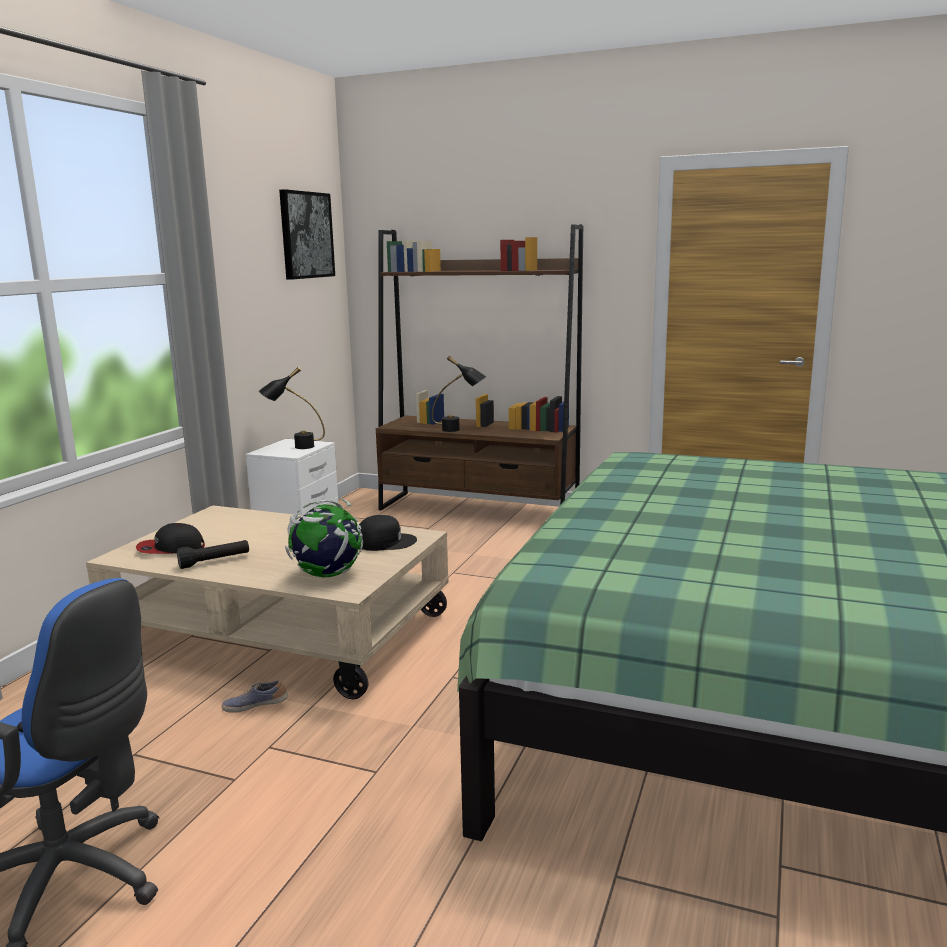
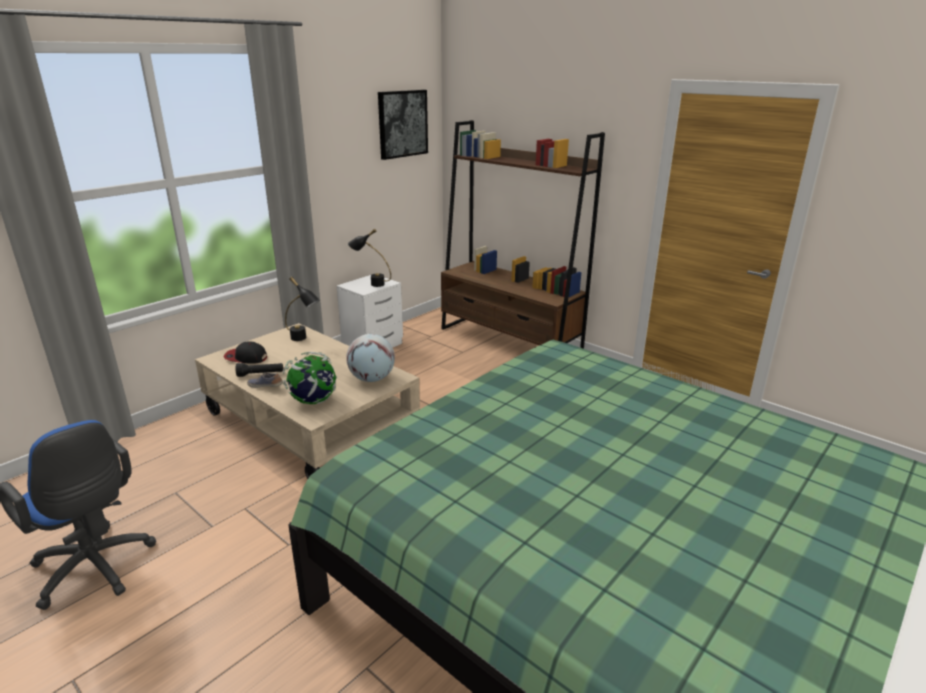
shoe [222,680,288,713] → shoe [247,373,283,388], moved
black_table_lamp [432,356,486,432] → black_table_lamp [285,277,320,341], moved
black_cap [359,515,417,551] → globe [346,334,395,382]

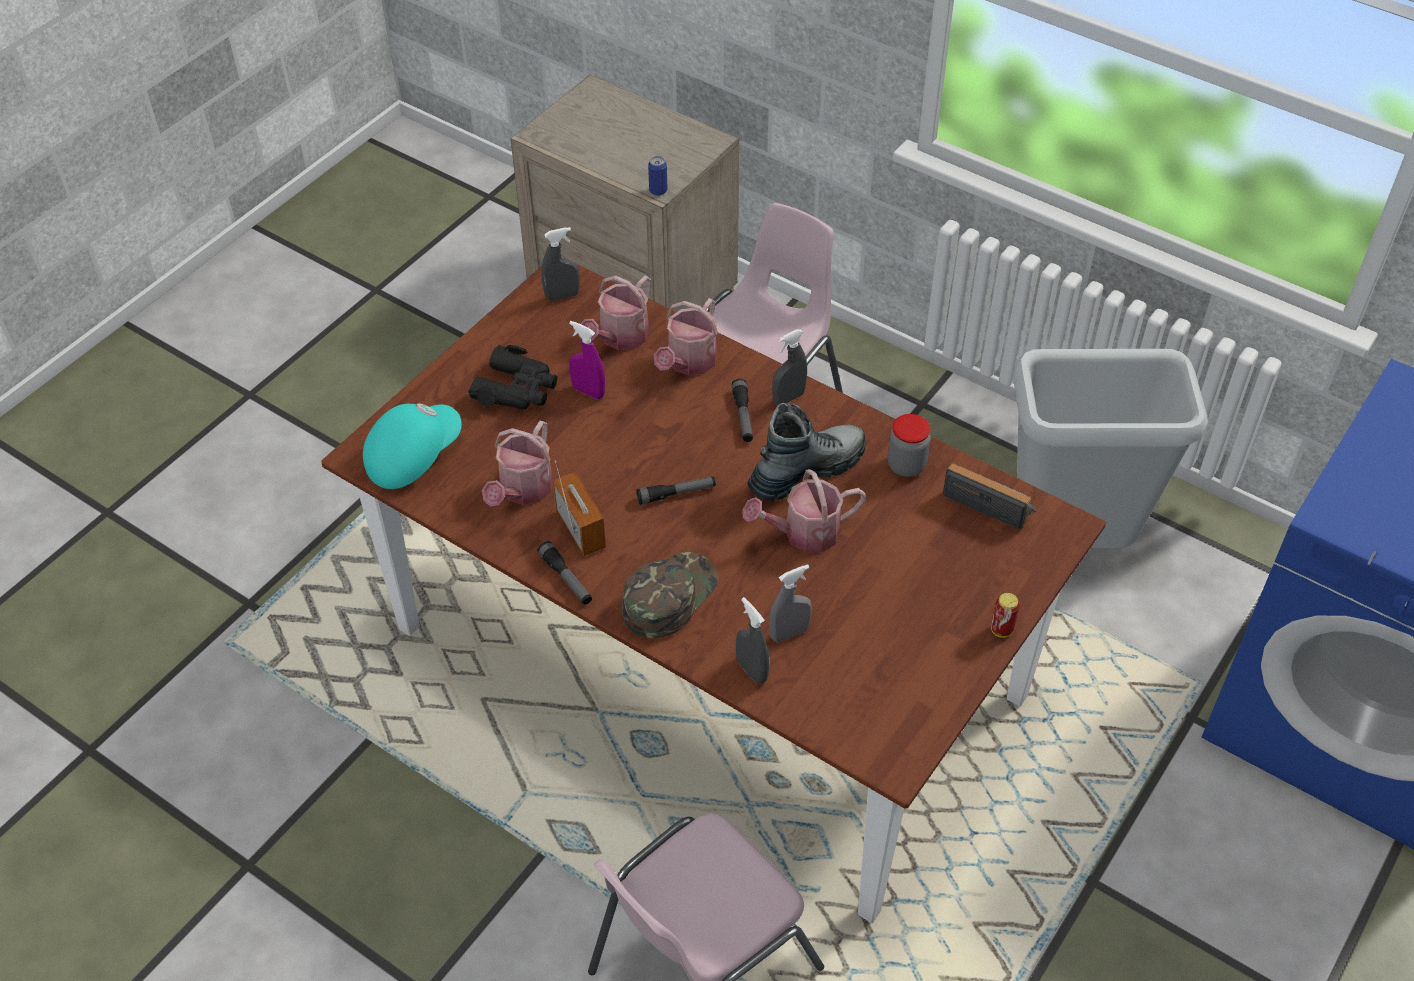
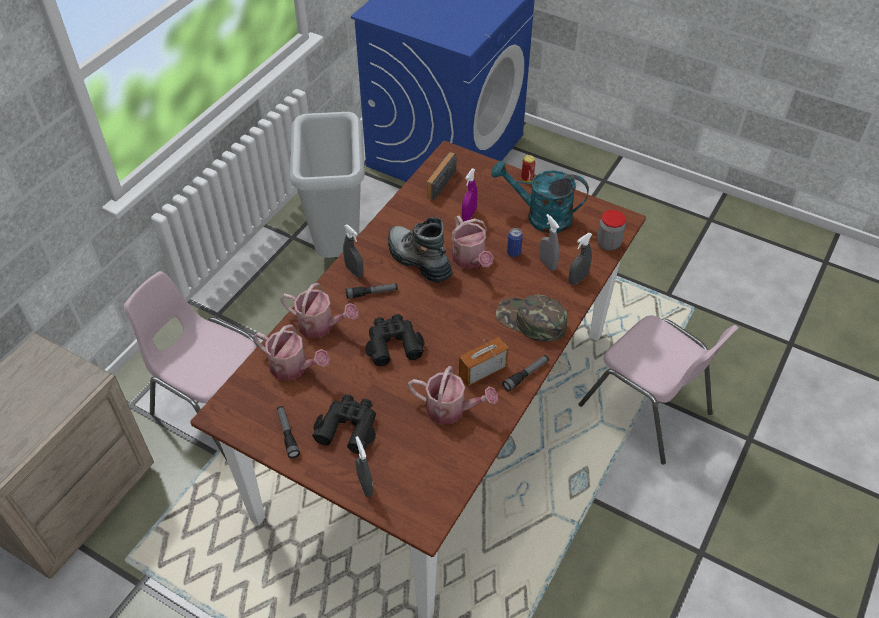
flashlight [636,476,716,505] → flashlight [277,406,300,459], moved
grey_spray_bottle [541,227,580,301] → grey_spray_bottle [355,436,374,497], moved
- → black_binoculars [365,314,425,366]
purple_spray_bottle [569,321,605,399] → purple_spray_bottle [462,168,477,221], moved
- → turquoise_watering_can [491,160,589,233]
can [648,156,668,196] → can [507,228,523,257], moved
jar [888,414,931,477] → jar [597,210,626,250], moved
turquoise_cap [363,403,462,489] → -

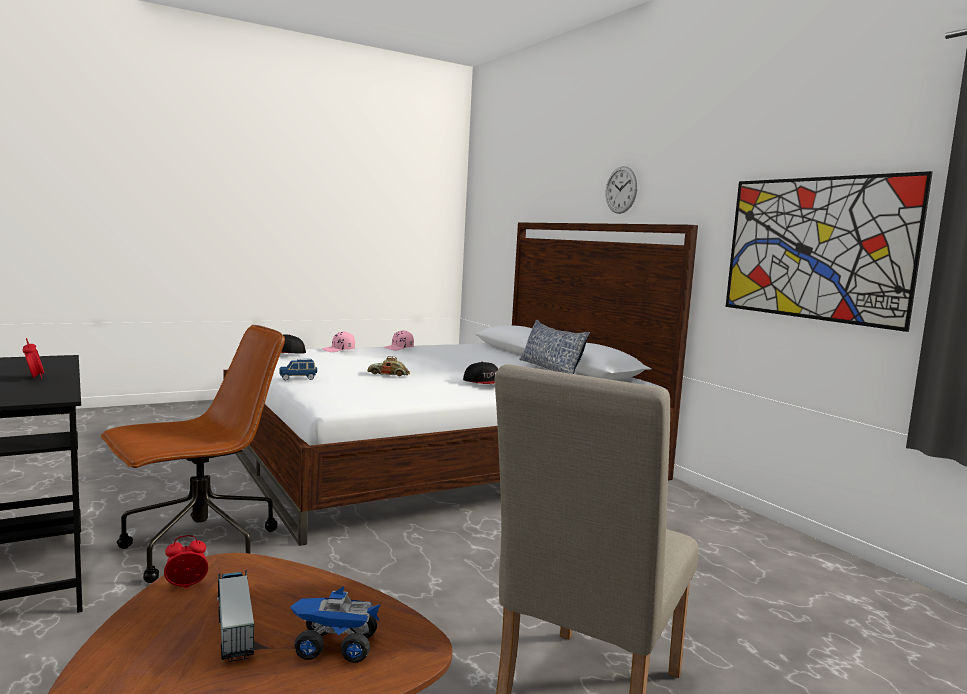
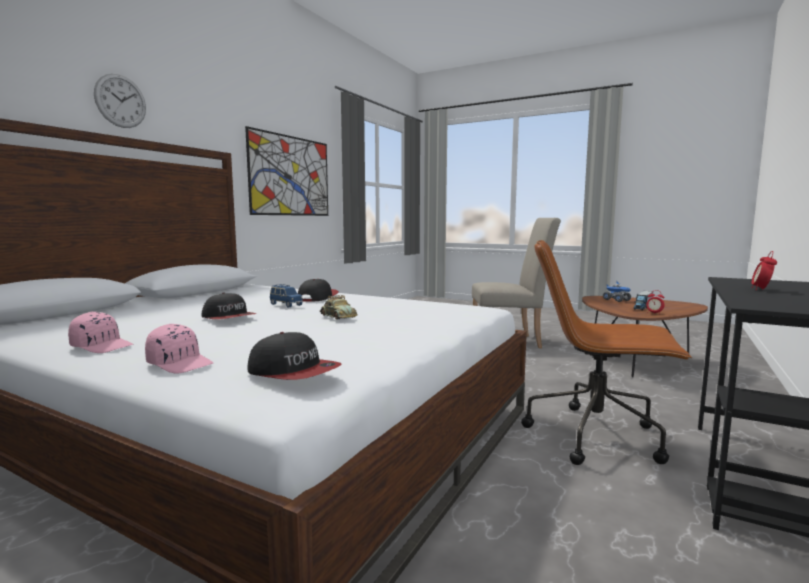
- → cap [201,292,256,319]
blue_toy_car [279,359,317,380] → blue_toy_car [270,284,303,308], moved
pillow [519,320,590,374] → -

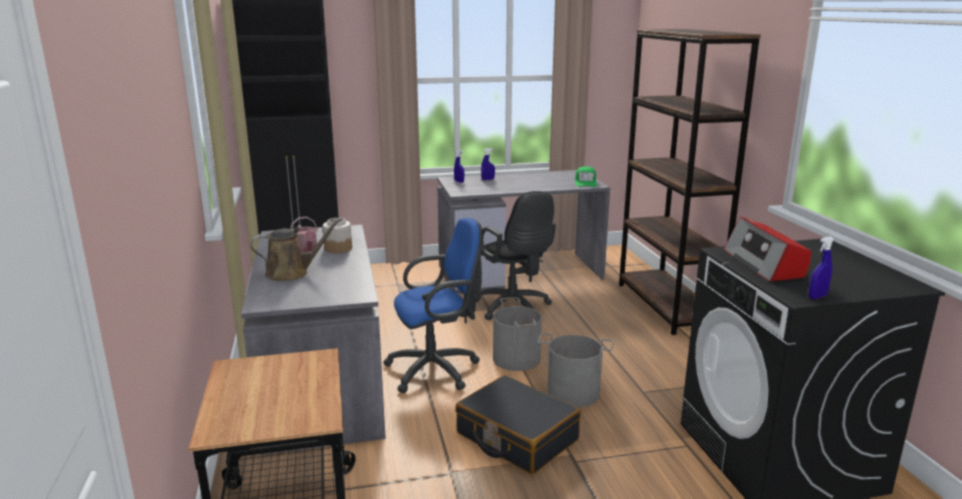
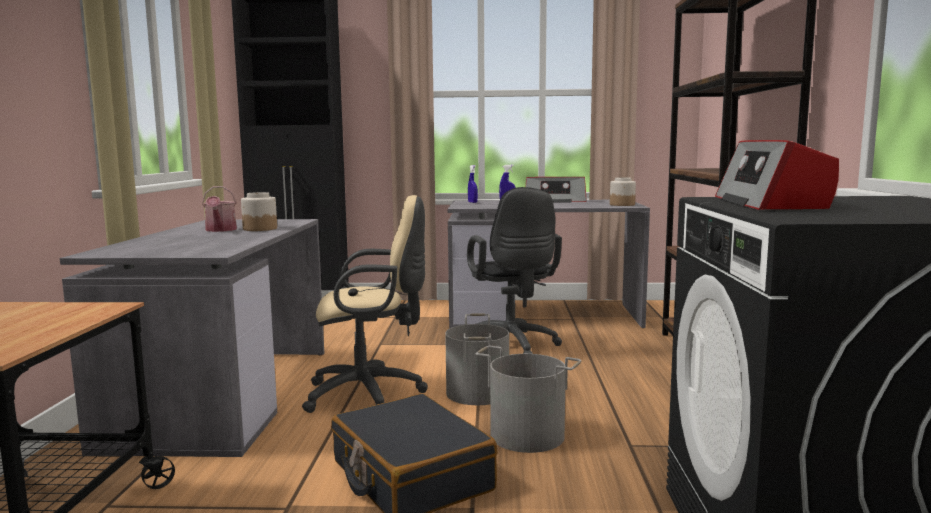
blue_office_chair [383,218,482,393] → beige_office_chair [302,195,428,413]
- → radio [526,177,587,202]
green_cap [575,166,597,187] → jar [610,177,636,206]
brown_watering_can [251,218,342,281] → -
blue_spray_bottle [808,236,834,299] → -

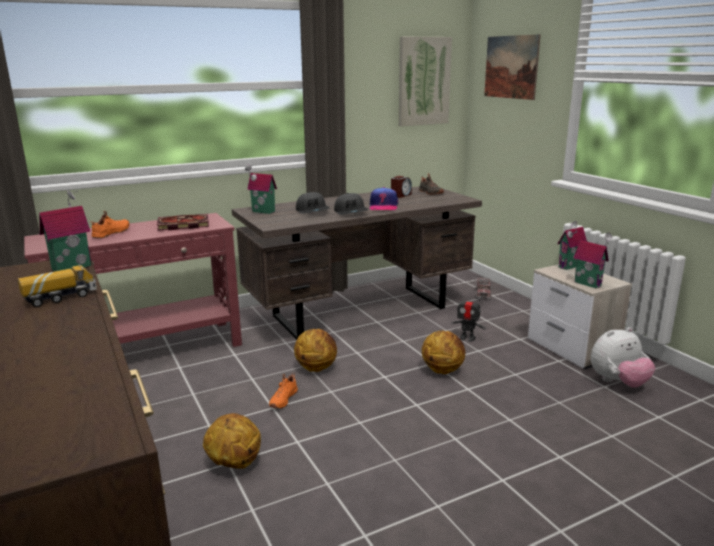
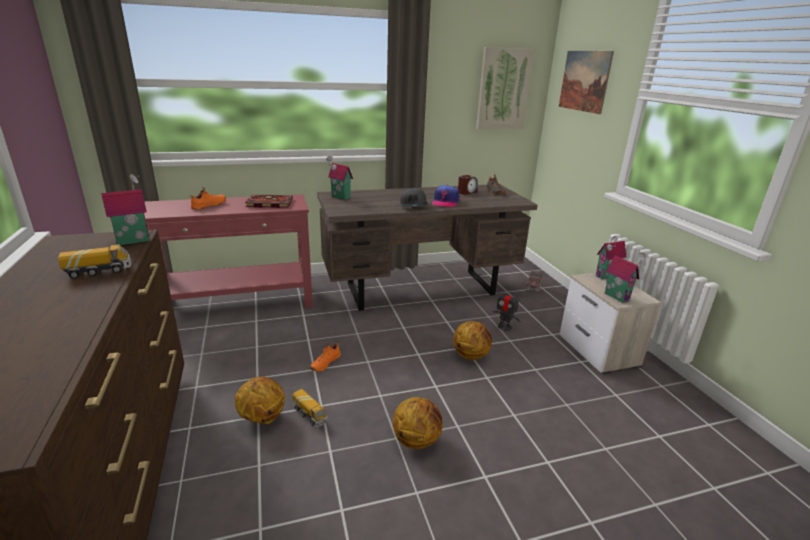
- → toy_truck [293,389,328,428]
basketball [294,329,337,372] → basketball [393,397,443,449], moved
grey_cap [296,192,329,214] → -
plush_toy [591,327,655,388] → -

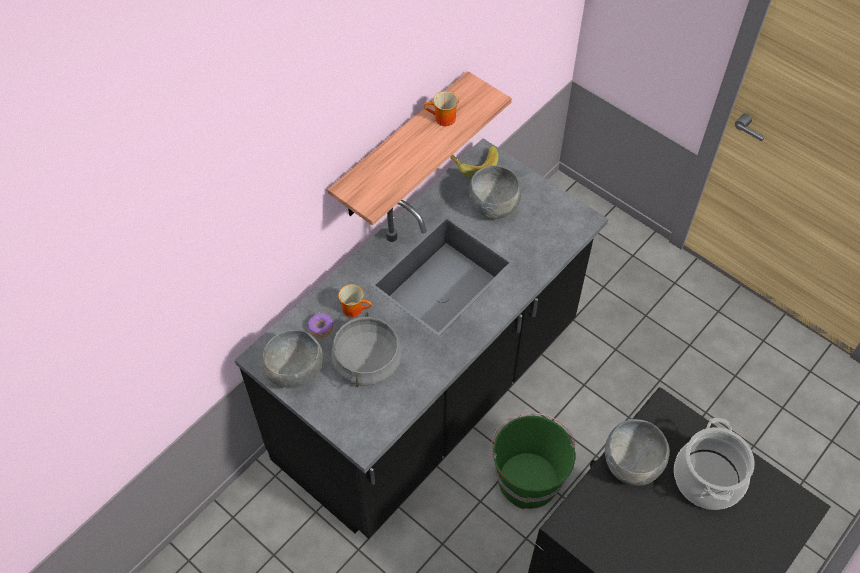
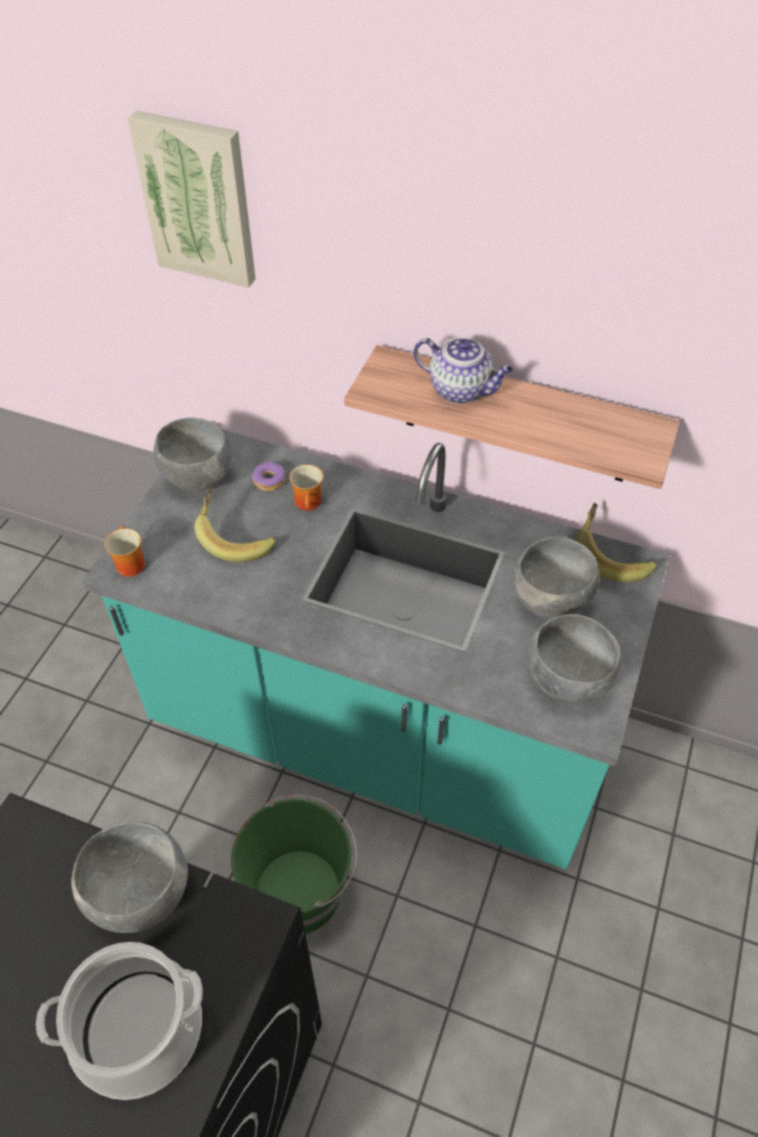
black_counter [235,138,608,539] → turquoise_counter [82,429,670,869]
mug [424,91,459,126] → mug [105,526,145,577], moved
- → picture [128,111,256,287]
grey_cooking_pot [331,312,402,387] → banana [194,488,276,562]
- → teapot [413,337,513,404]
- → grey_bowl [527,614,622,703]

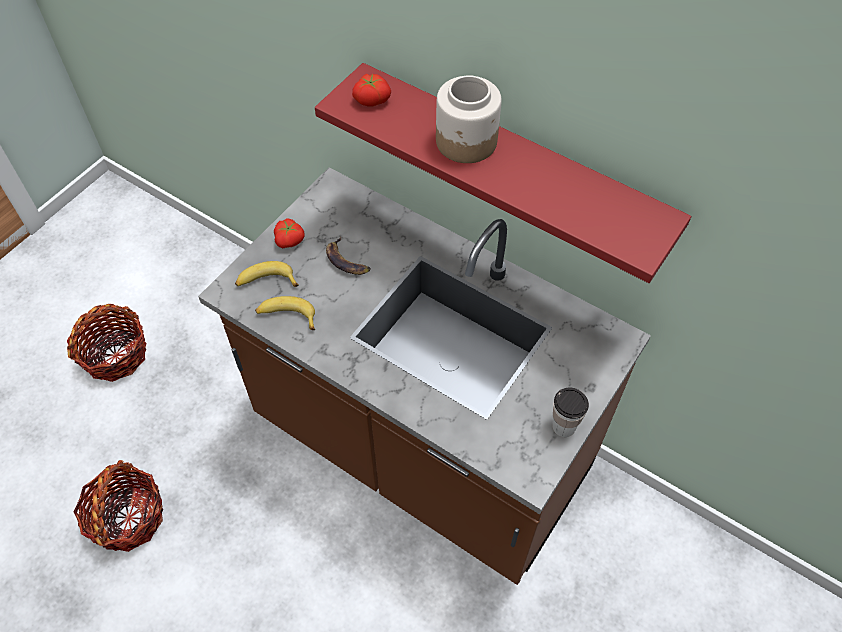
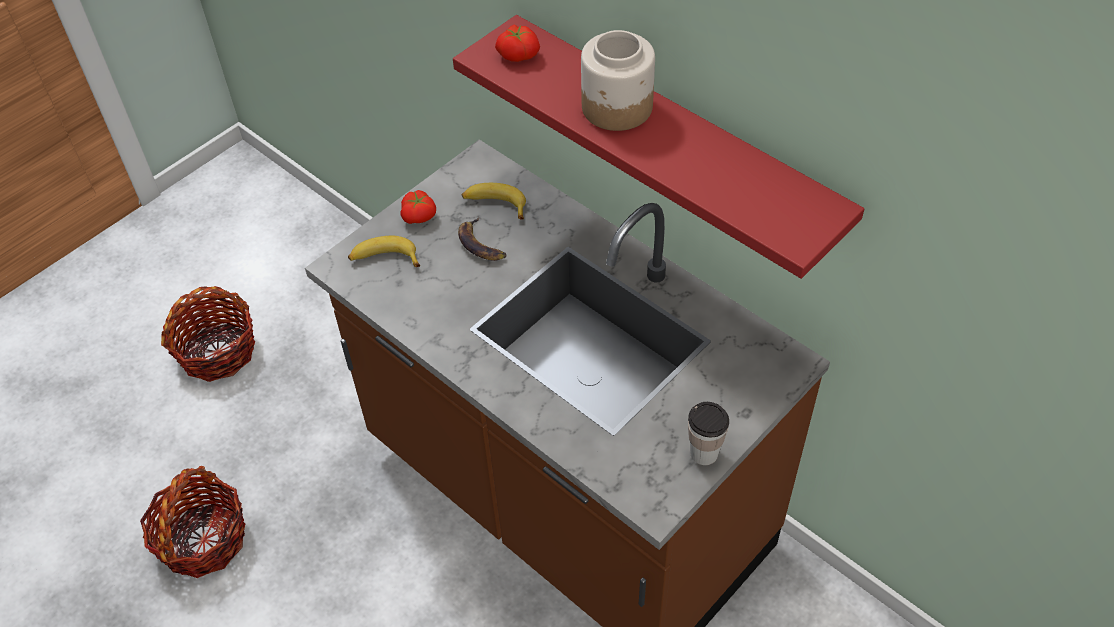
banana [255,296,315,330] → banana [462,183,526,220], moved

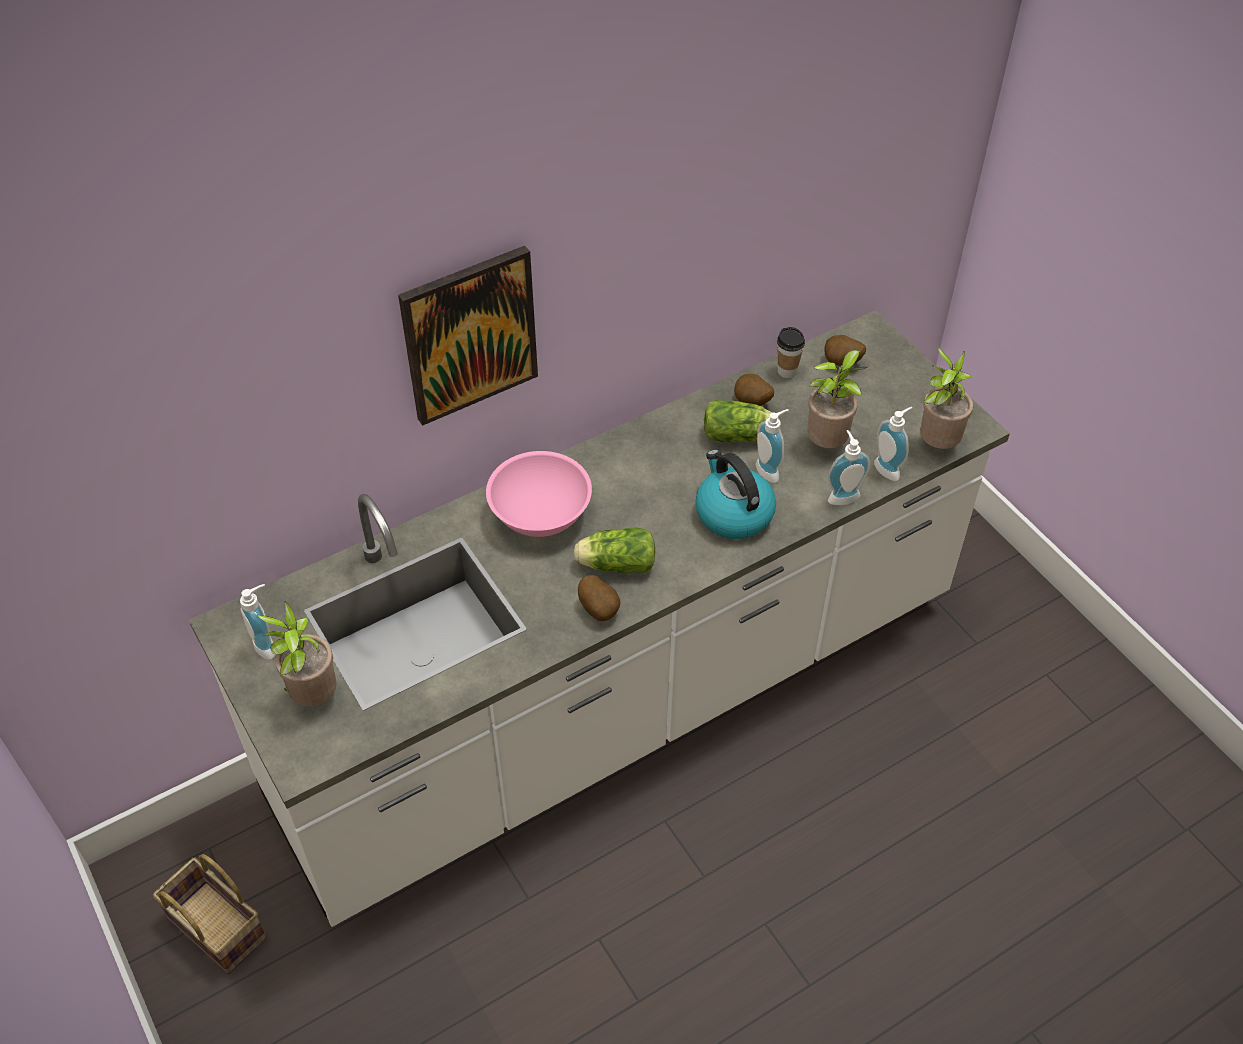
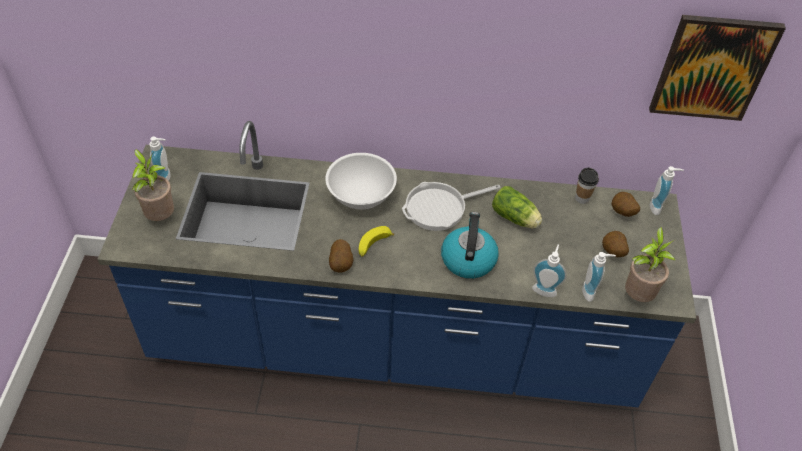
white_counter [189,310,1010,927] → blue_counter [97,121,696,407]
pink_bowl [486,451,592,537] → white_bowl [325,153,397,210]
lettuce [574,527,656,573] → banana [359,226,394,257]
- → frying_pan [402,182,501,231]
potato [734,374,774,406] → potato [602,231,629,257], moved
picture [398,246,538,426] → picture [649,15,786,121], moved
soap_dispenser [756,409,789,483] → soap_dispenser [650,166,684,215], moved
basket [153,854,267,974] → -
potted_plant [807,350,867,448] → -

